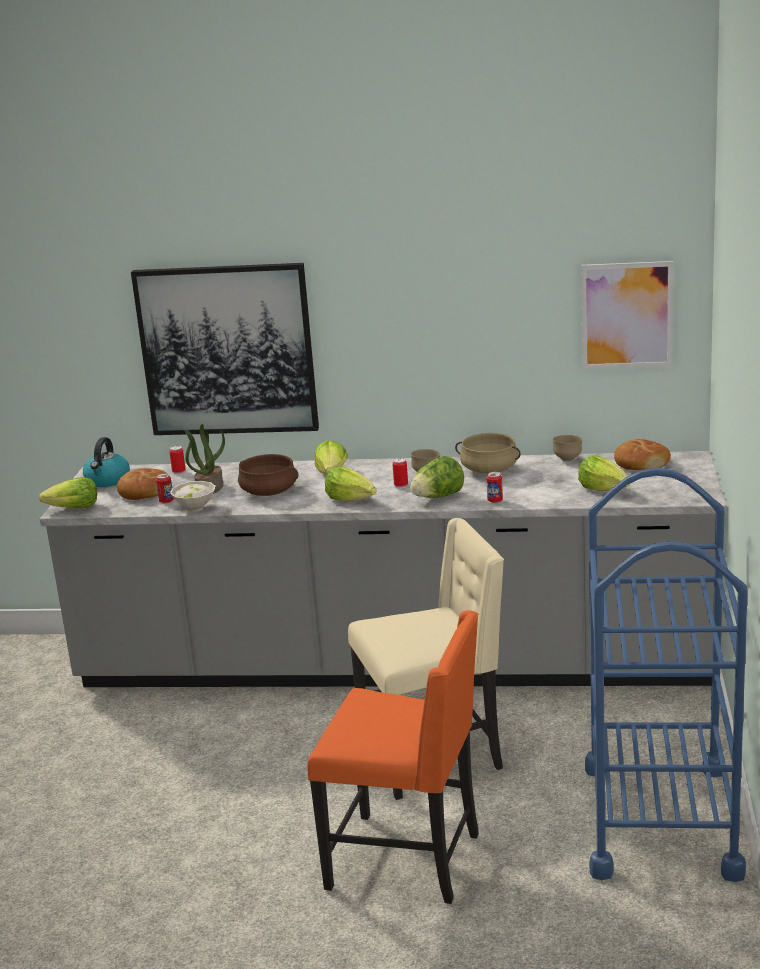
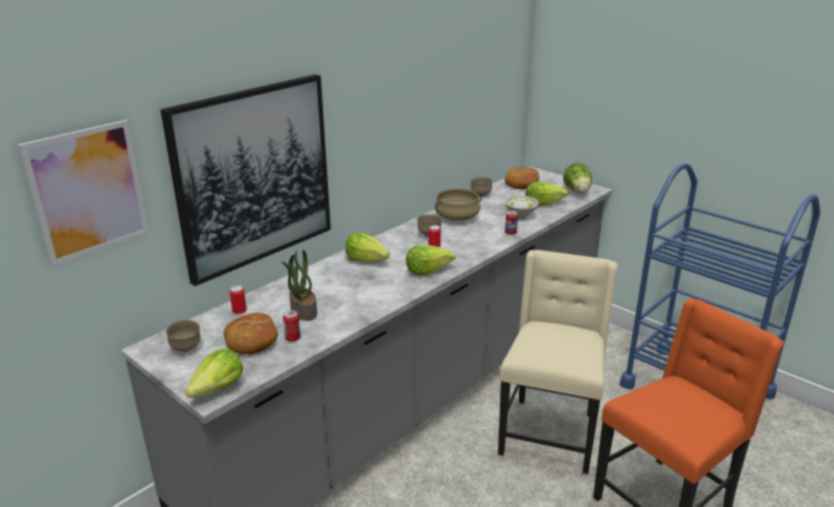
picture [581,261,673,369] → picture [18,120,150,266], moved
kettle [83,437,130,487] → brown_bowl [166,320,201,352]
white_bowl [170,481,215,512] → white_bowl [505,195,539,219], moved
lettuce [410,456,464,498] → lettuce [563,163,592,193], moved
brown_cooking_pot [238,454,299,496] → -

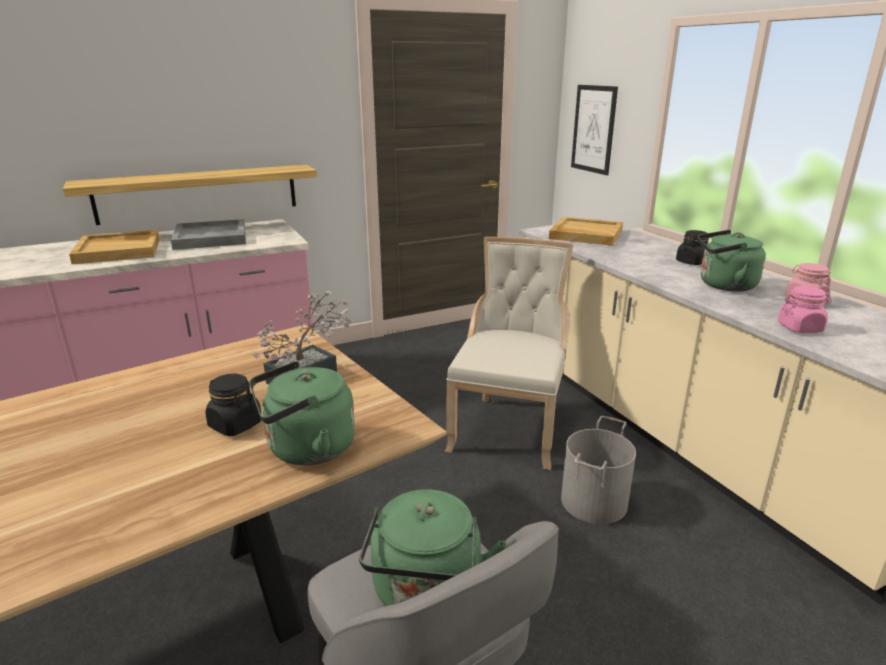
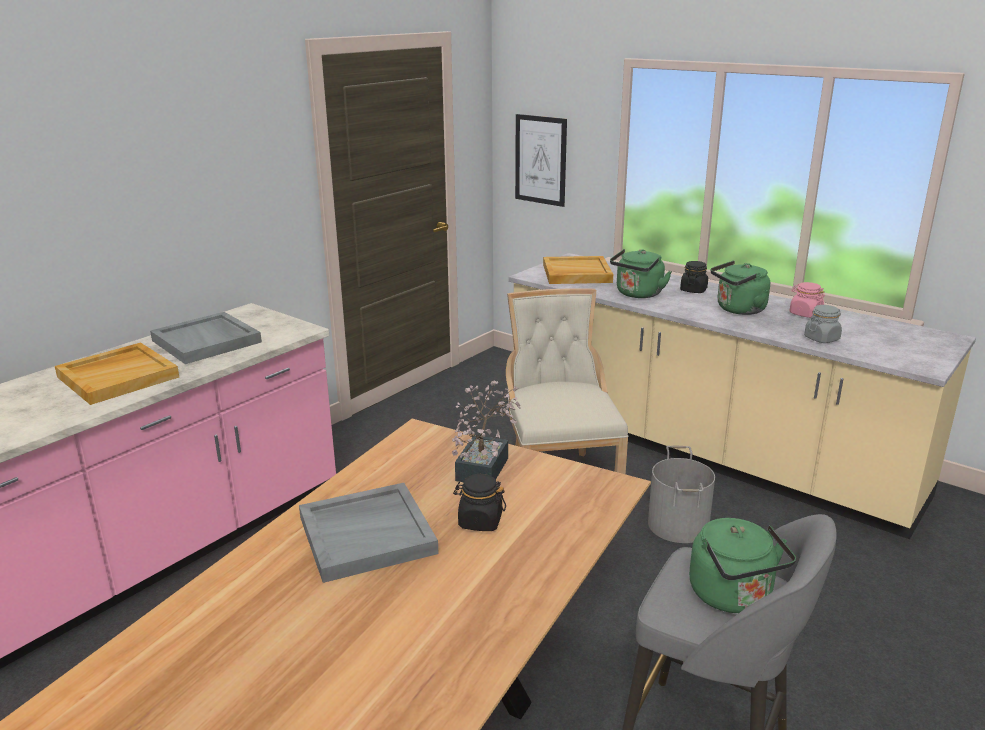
- → grey_tray [299,483,439,583]
green_kettle [249,361,355,465] → green_kettle [610,249,672,298], moved
pink_jar [778,286,831,333] → grey_jar [804,305,842,343]
shelf [63,165,317,225] → -

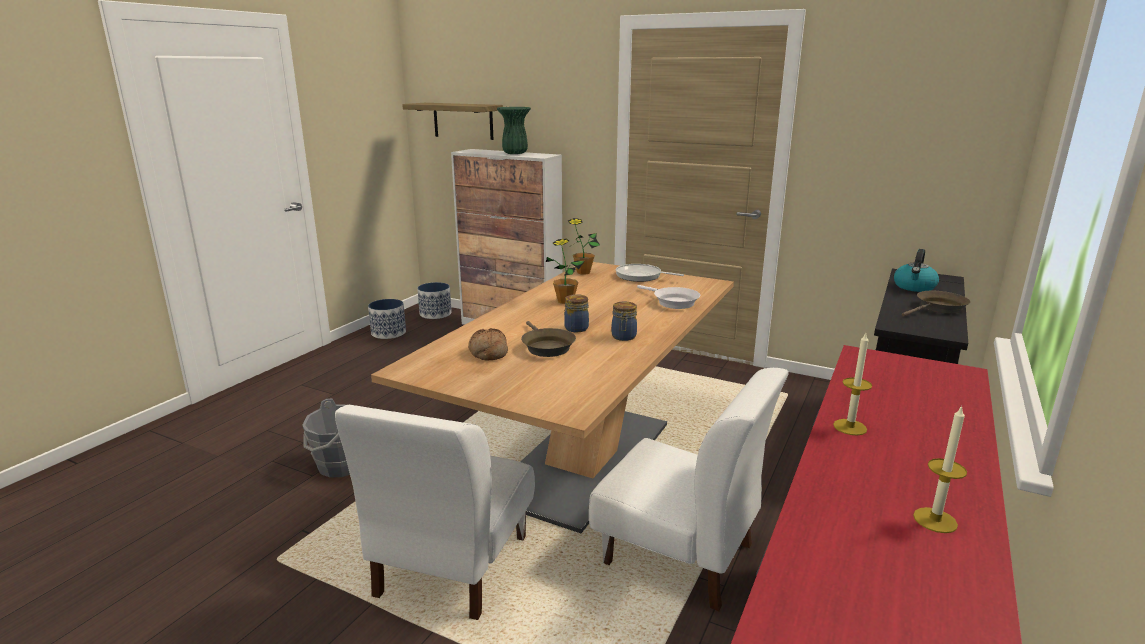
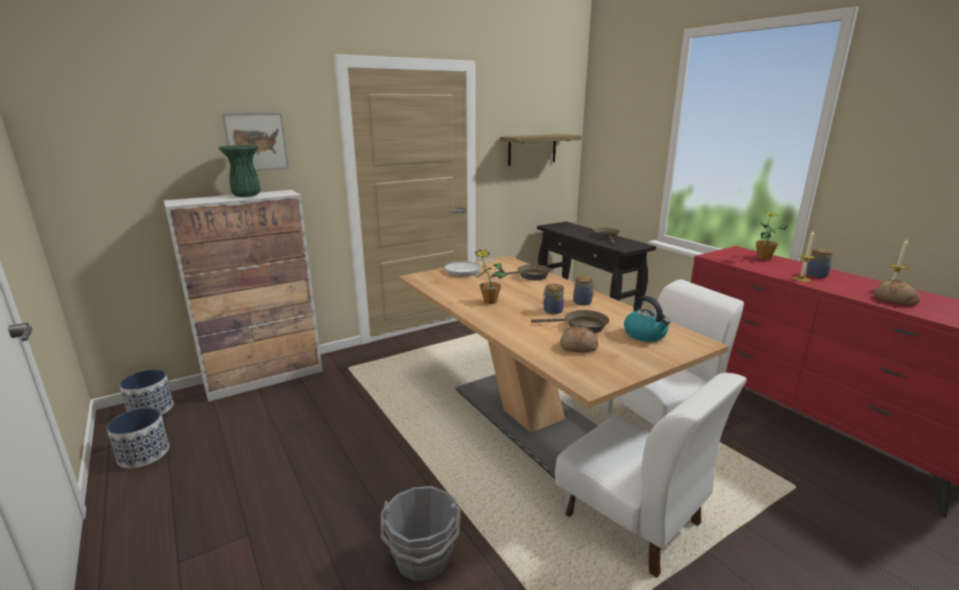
- → picture [222,113,289,170]
white_frying_pan [637,285,700,309] → brown_frying_pan [491,264,551,280]
shelf [402,103,503,140] → shelf [500,134,582,166], moved
kettle [894,249,939,292] → kettle [624,296,671,342], moved
potted_plant [568,218,600,275] → potted_plant [756,211,789,260], moved
- → jar [807,249,833,278]
- → bread [874,280,920,306]

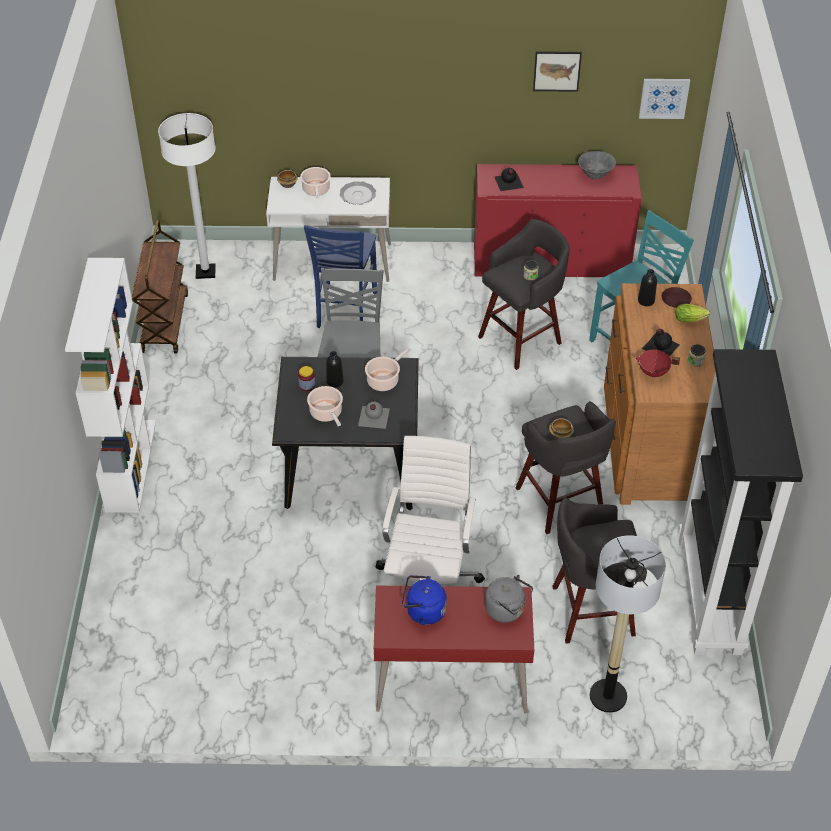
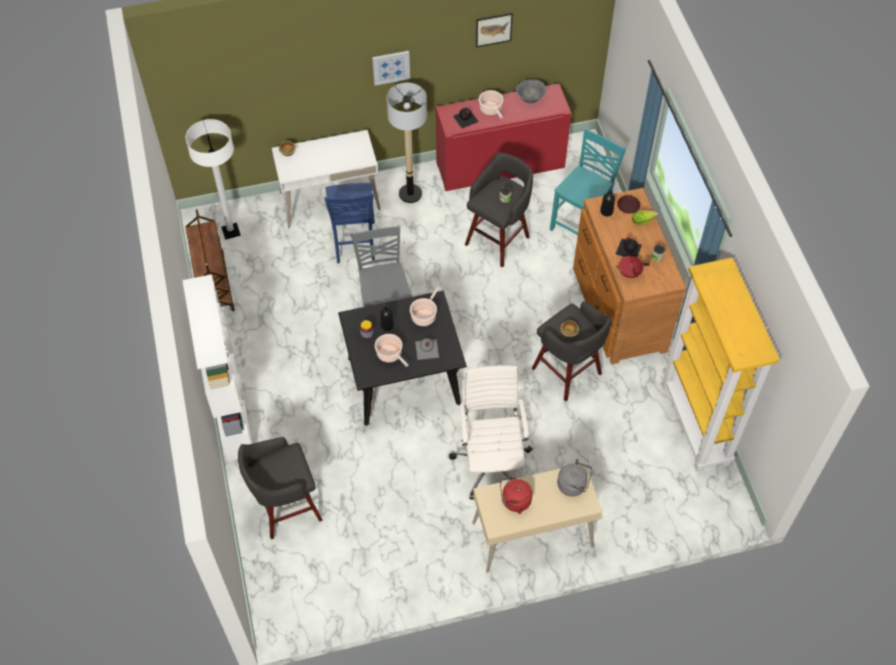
grey_stool [552,497,647,644] → grey_stool [238,437,322,539], moved
picture [639,79,690,119] → picture [372,51,410,86], moved
floor_lamp [590,535,666,713] → floor_lamp [387,83,427,203], moved
red_desk [374,585,534,714] → beige_desk [472,463,602,573]
cooking_pot [300,167,331,198] → cooking_pot [479,90,503,119], moved
blue_kettle [402,575,447,625] → red_kettle [500,477,533,514]
black_bookcase [679,349,803,655] → yellow_bookcase [661,258,780,472]
plate [340,181,376,205] → -

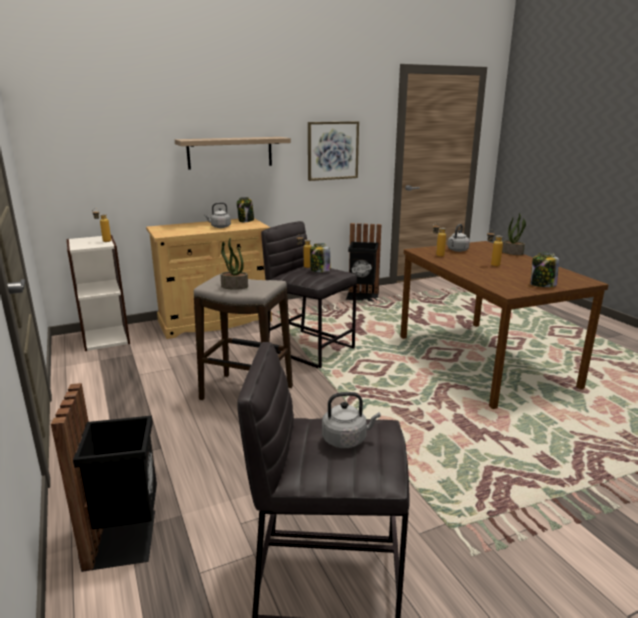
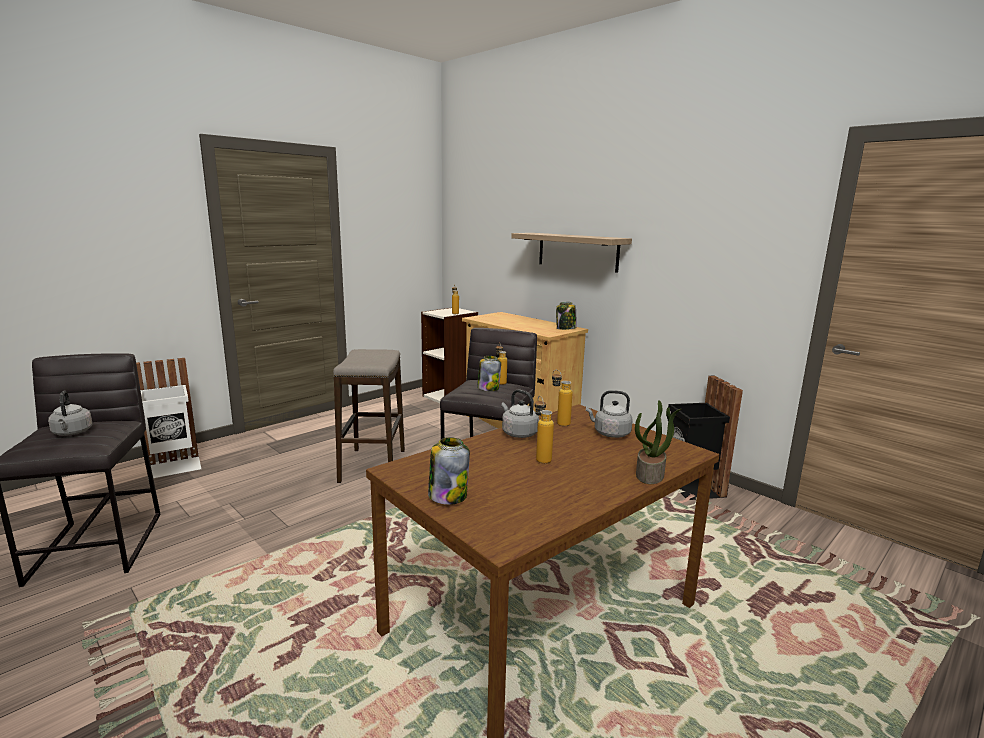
black_trash_can [51,383,157,572] → white_trash_can [136,358,201,478]
grey_kettle [204,202,231,228] → grey_kettle [501,389,539,438], moved
potted_plant [220,238,248,290] → -
picture [308,121,359,181] → -

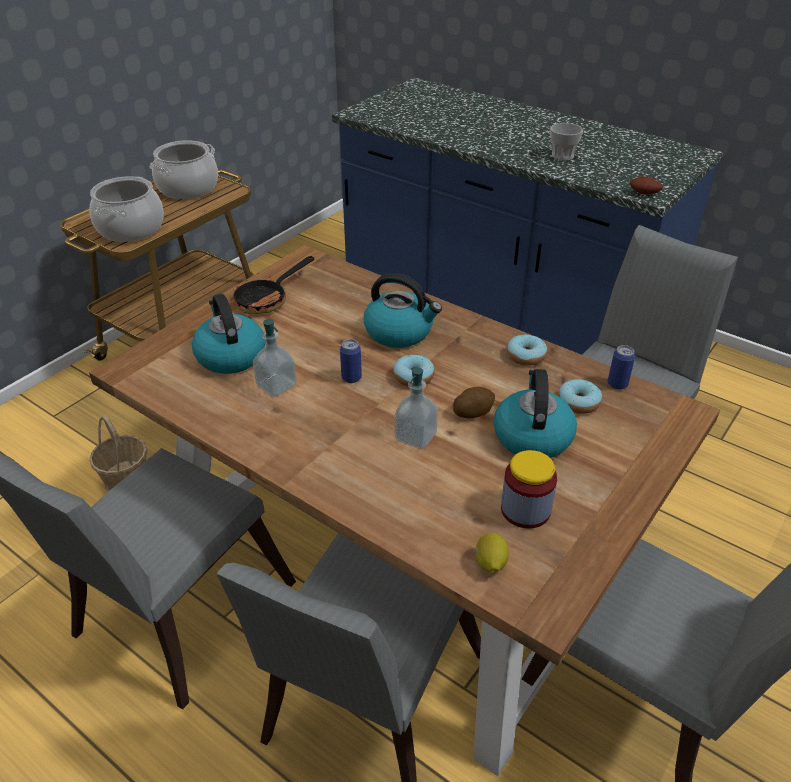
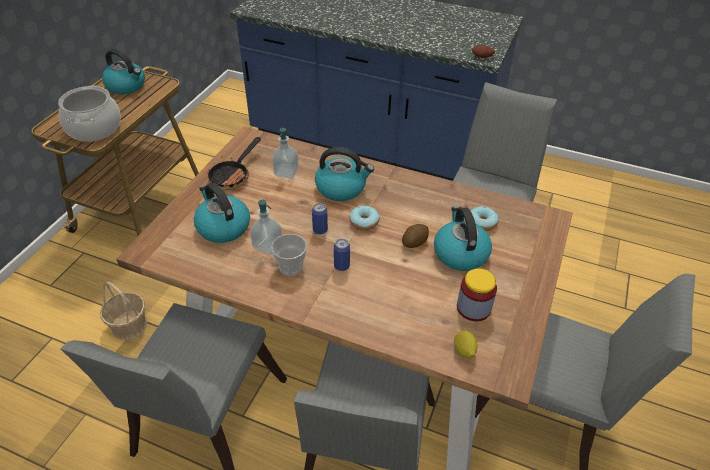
cooking_pot [150,140,218,199] → kettle [102,49,145,94]
cup [550,123,583,161] → cup [271,234,307,276], moved
soap_dispenser [395,367,438,449] → soap_dispenser [272,128,299,178], moved
can [608,345,635,390] → can [334,238,350,271], moved
donut [507,335,547,366] → -

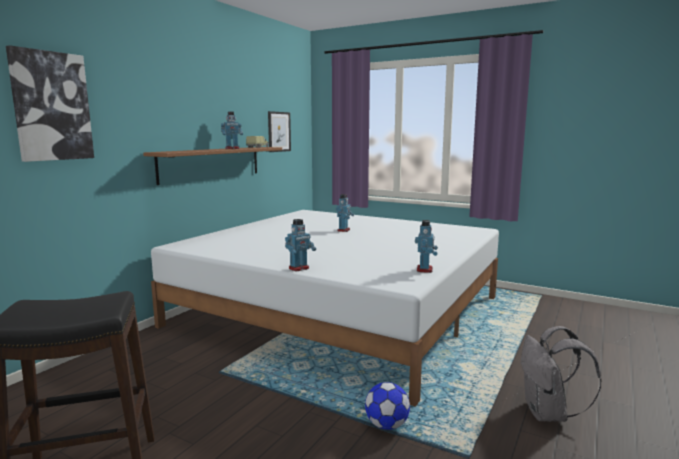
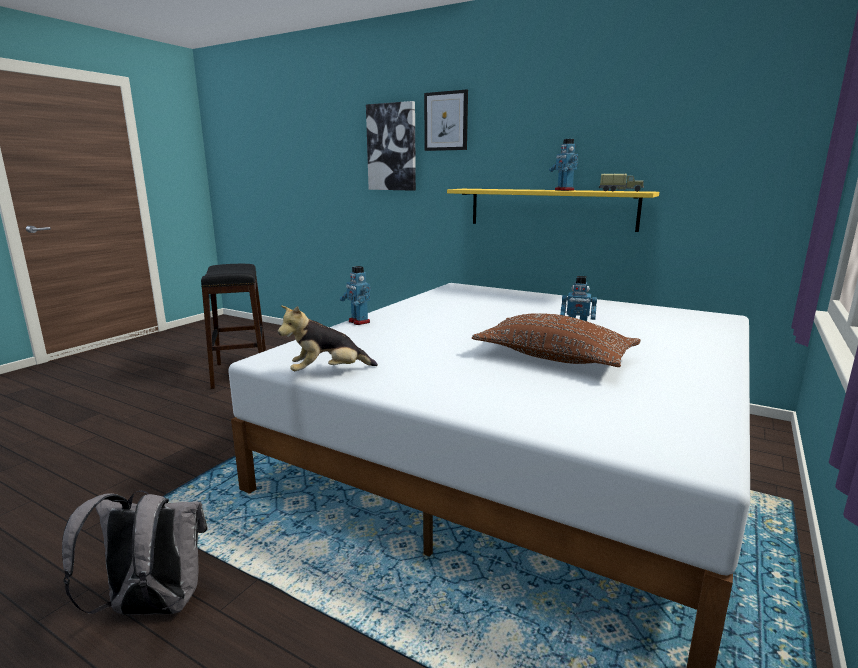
toy_robot [415,220,438,273] → plush_toy [278,305,378,371]
picture [268,111,291,152] → picture [424,89,468,151], moved
brown_shelf [143,147,282,185] → yellow_shelf [447,189,659,232]
- → brown_pillow [472,313,641,367]
football [365,382,410,430] → -

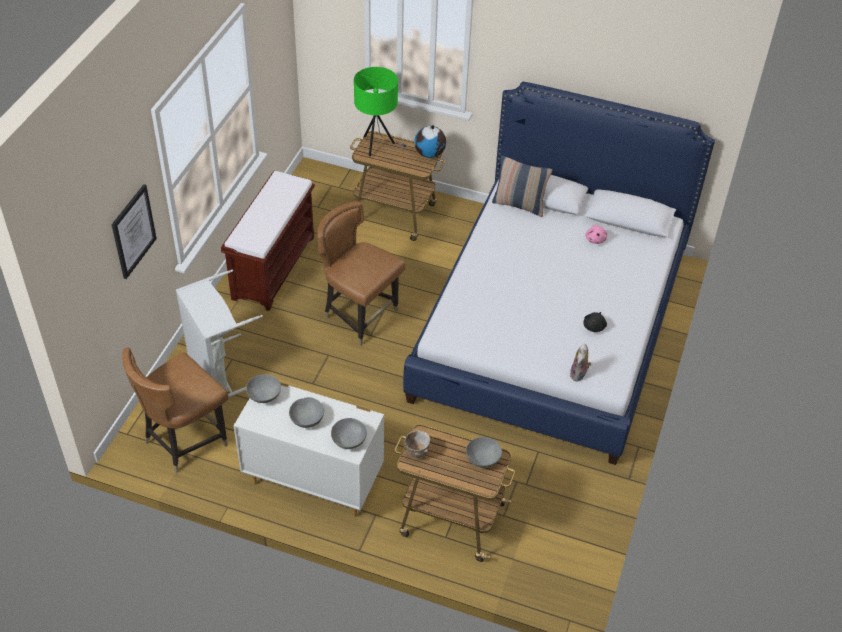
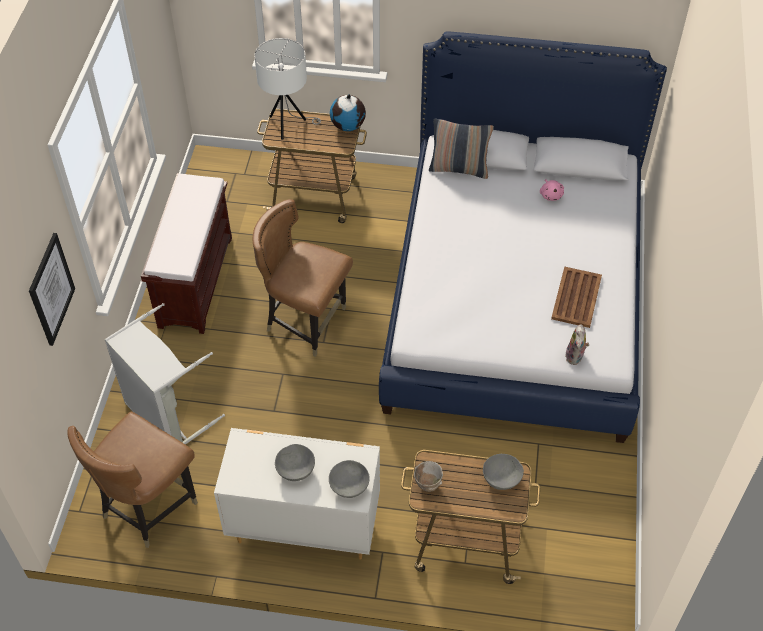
green_table_lamp [354,67,407,156] → white_table_lamp [254,38,321,140]
black_plush_toy [583,312,607,332] → brown_tray [551,267,602,328]
grey_bowl [246,374,281,403] → -

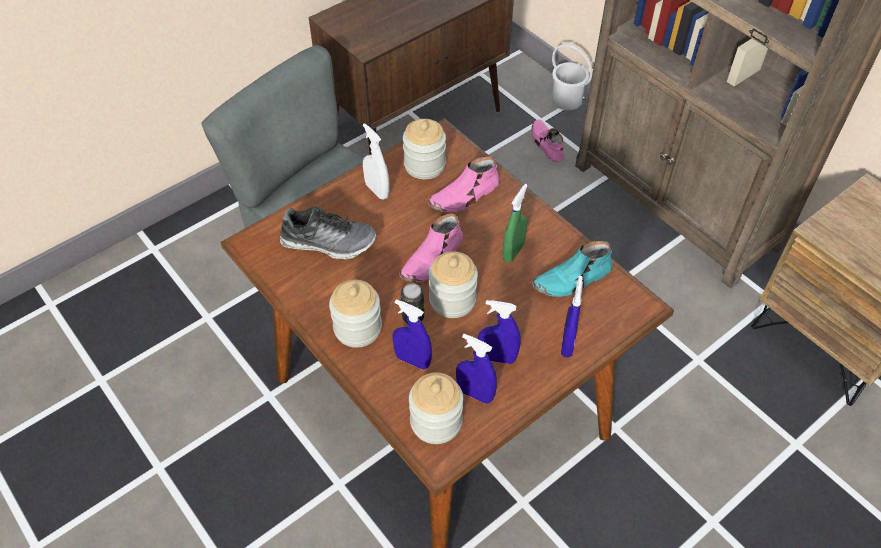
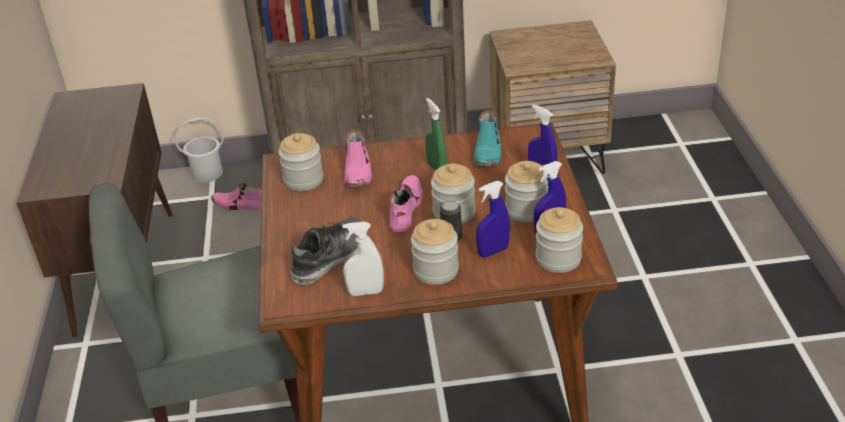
white_spray_bottle [363,123,390,200] → white_spray_bottle [342,222,384,296], moved
pink_shoe [399,213,463,282] → pink_shoe [389,175,423,232], 150 degrees counterclockwise
blue_spray_bottle [478,300,521,364] → jar [505,161,549,222]

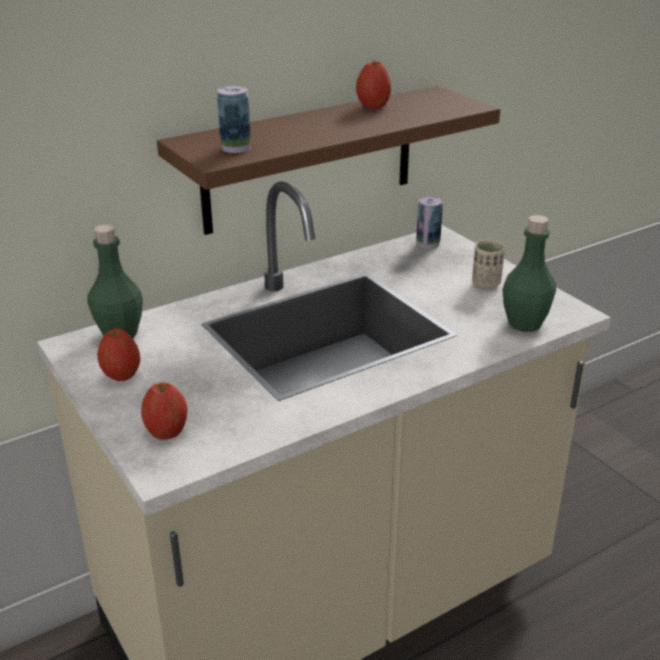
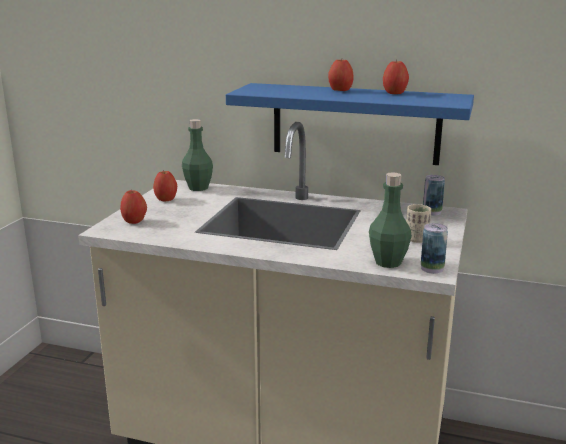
brown_shelf [157,86,500,235] → blue_shelf [226,83,474,165]
- → apple [328,60,354,91]
can [217,86,251,153] → can [421,223,448,274], moved

